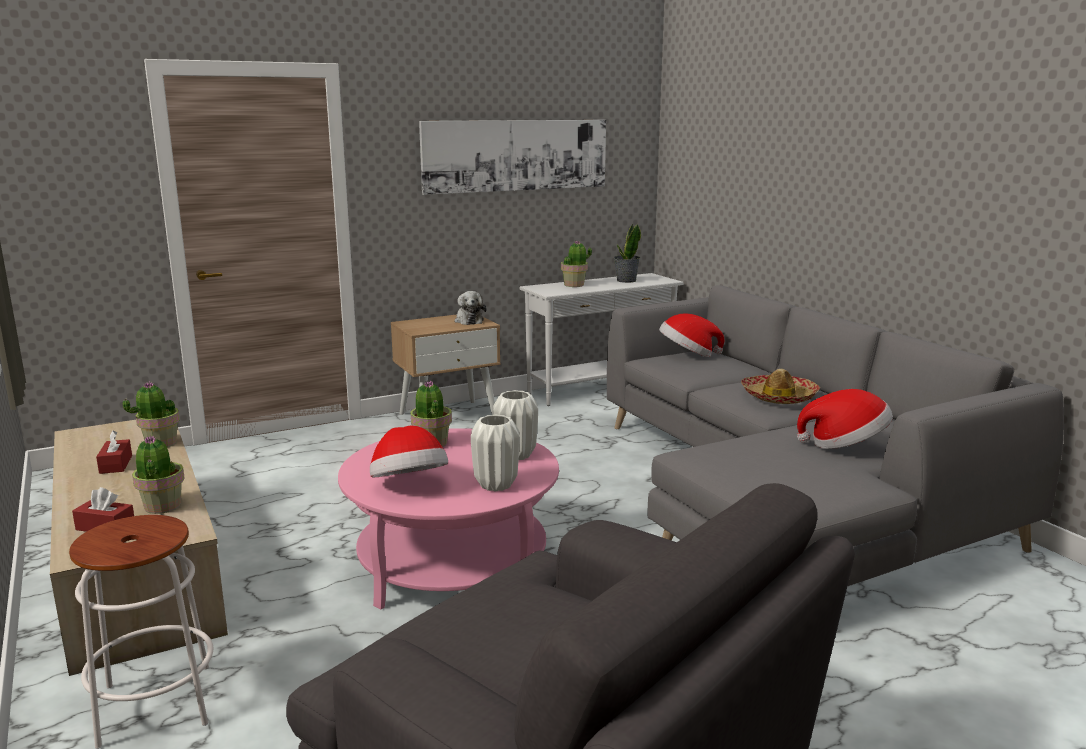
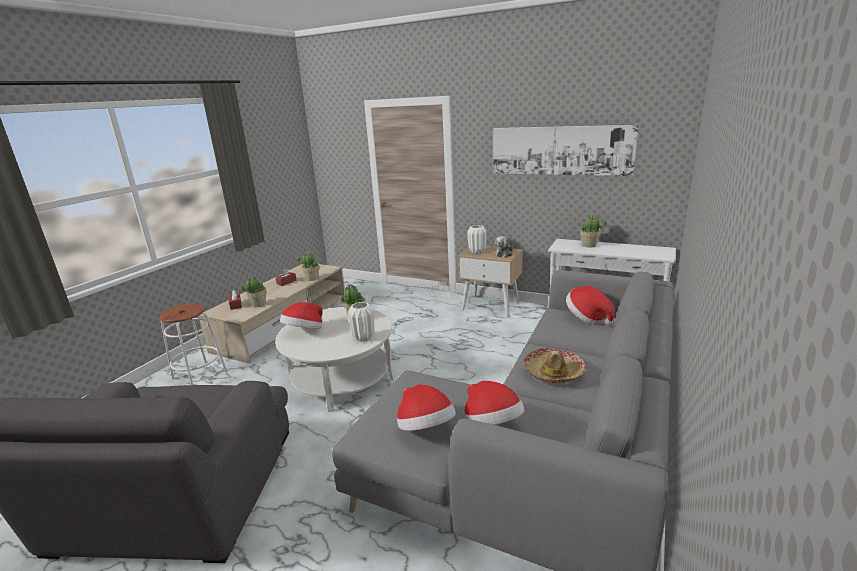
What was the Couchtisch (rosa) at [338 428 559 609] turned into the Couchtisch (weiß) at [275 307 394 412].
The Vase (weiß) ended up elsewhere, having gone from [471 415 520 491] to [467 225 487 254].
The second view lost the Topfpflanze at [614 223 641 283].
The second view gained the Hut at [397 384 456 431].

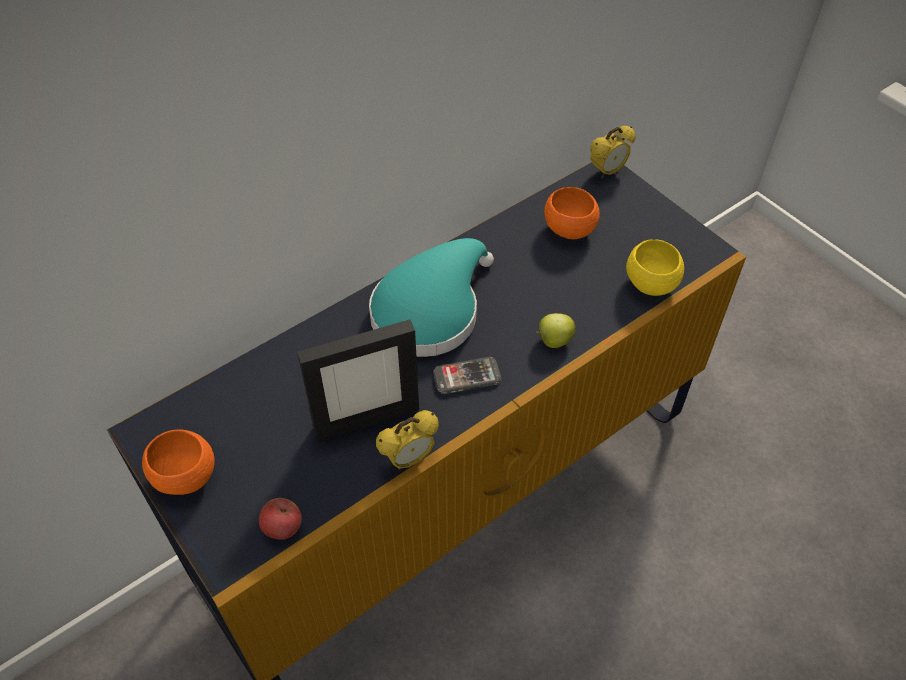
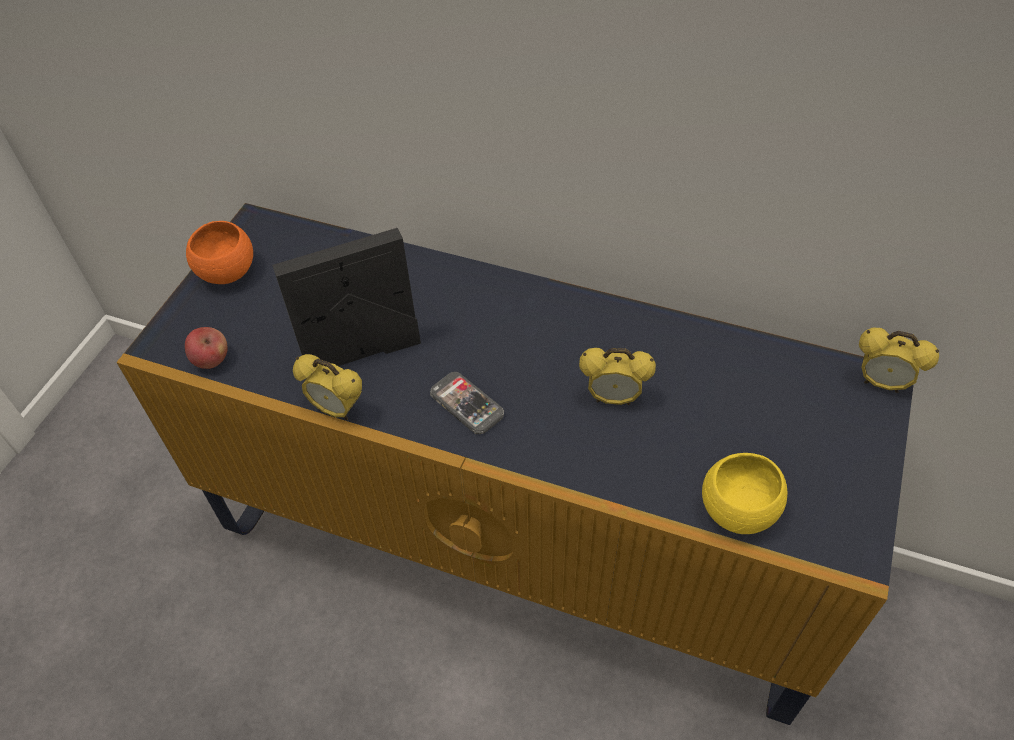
The Bilderrahmen at [297 319 419 442] ended up facing another way, 120 degrees clockwise from before.
The second view lost the Hut (türkis) at [369 238 494 357].
The second view lost the Apfel at [536 313 575 348].
The second view lost the Schüssel (orange) at [544 187 600 239].
The second view gained the Wecker at [579 348 656 405].

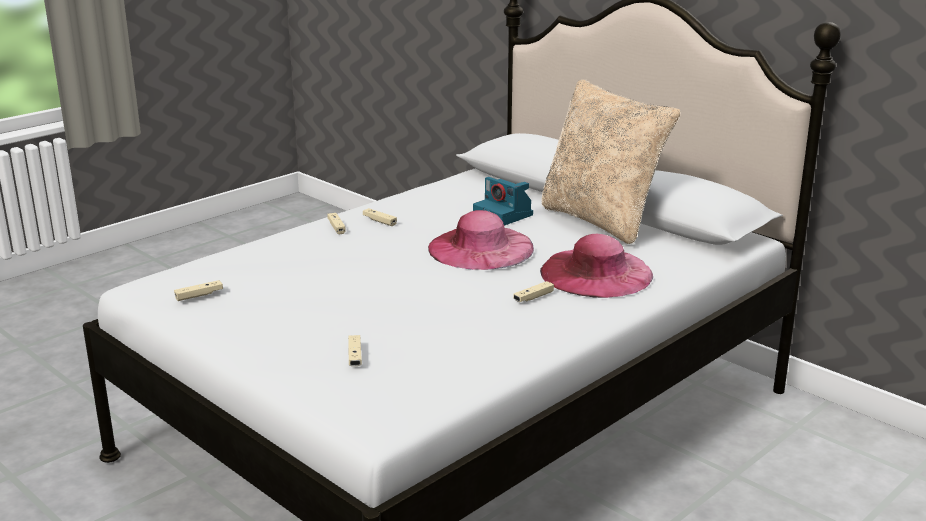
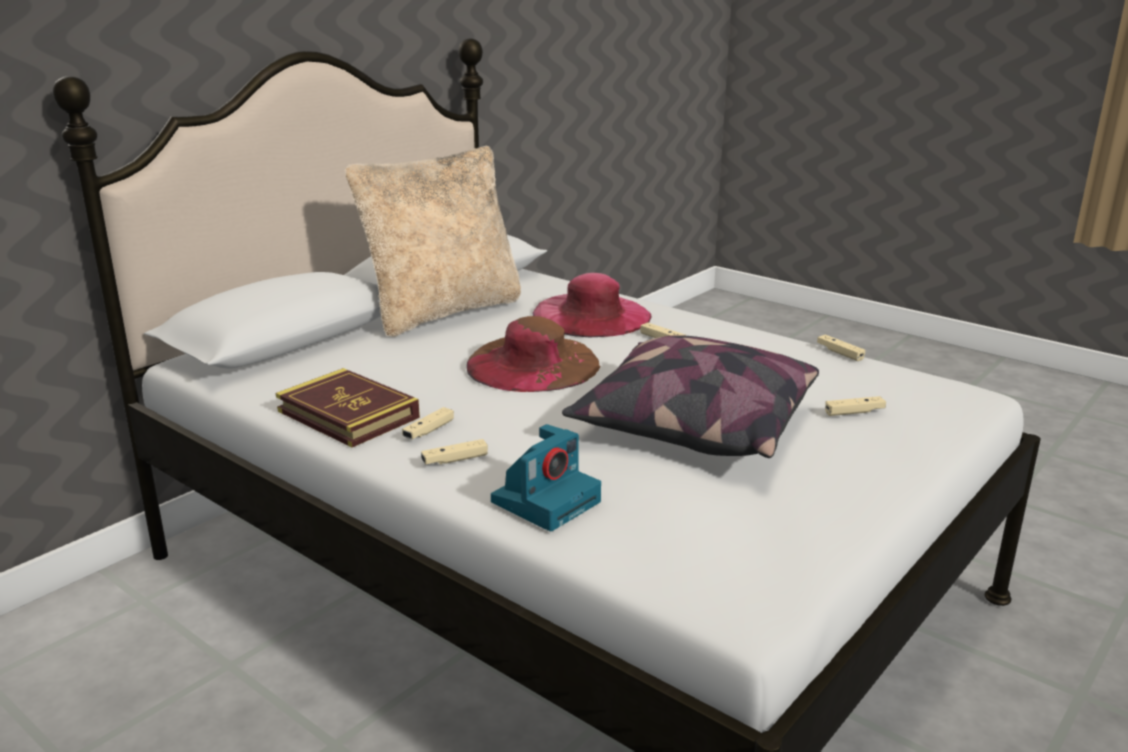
The Gamepad (beige) ended up elsewhere, having gone from [174 280 223 301] to [817 335 865 361].
What was the Hut (rosa) at [428 210 534 270] turned into the Hut (braun) at [467 316 600 392].
The Kamera ended up elsewhere, having gone from [473 177 533 226] to [491 424 601 531].
The second view gained the Buch at [276 368 420 447].
The second view gained the Kissen at [562 335 819 458].

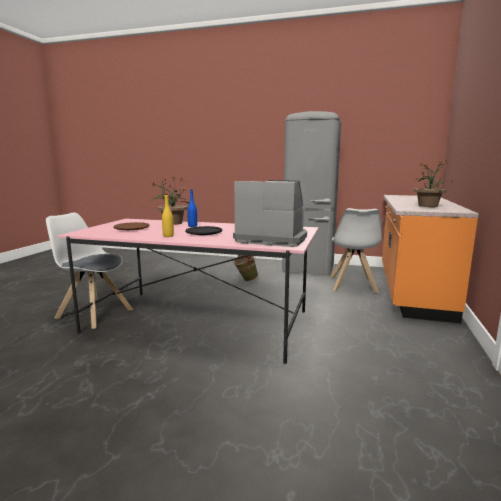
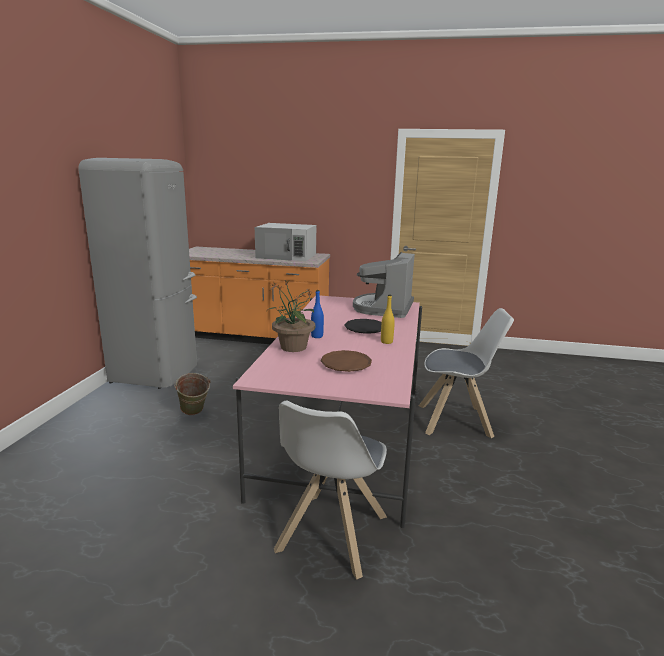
The Stuhl ended up elsewhere, having gone from [330 208 382 293] to [419 308 514 438].
Where the Topfpflanze stood at [414 160 450 207], the Mikrowelle (weiß) came to stand at [255 223 316 261].

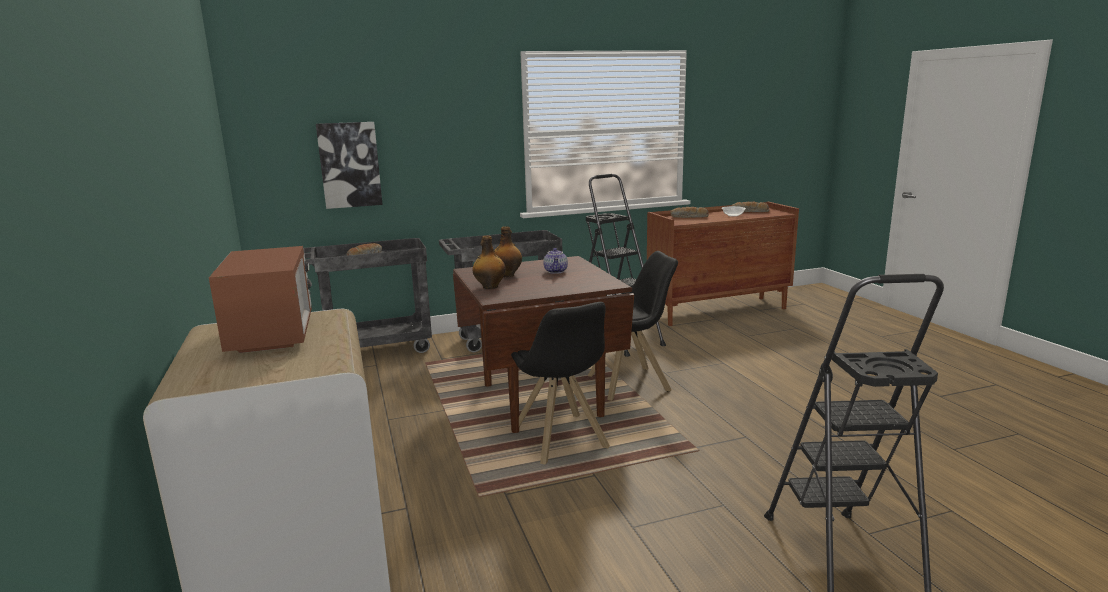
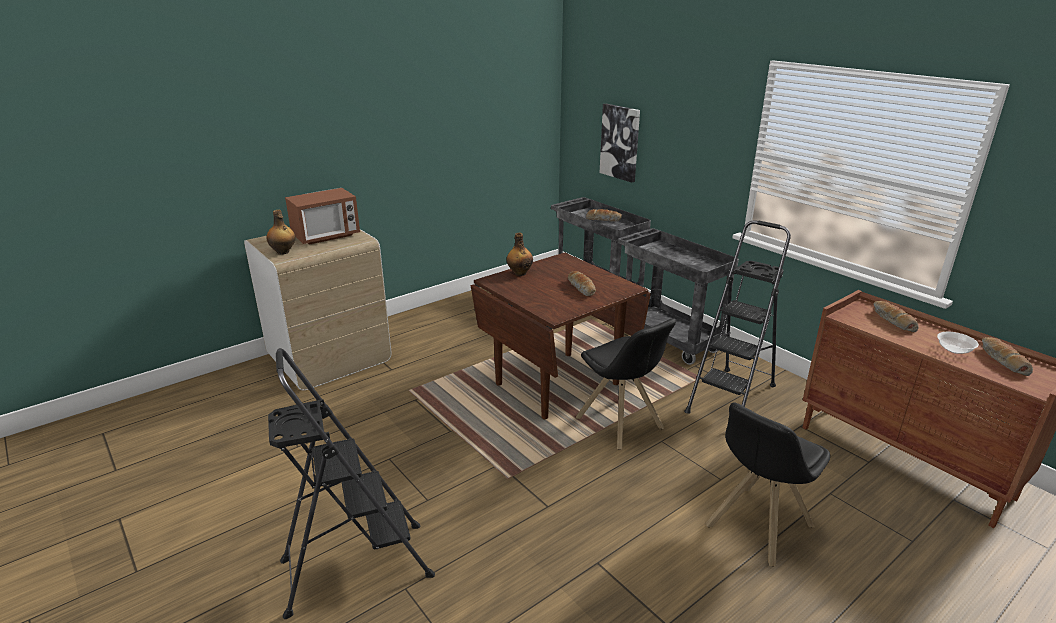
The Flasche ended up elsewhere, having gone from [494 226 522 277] to [266 210 296 255].
The Stuhl (schwarz) ended up elsewhere, having gone from [511 302 610 464] to [706 402 830 567].
Where the Teekanne stood at [543 248 568 274], the Brot came to stand at [568 271 596 296].

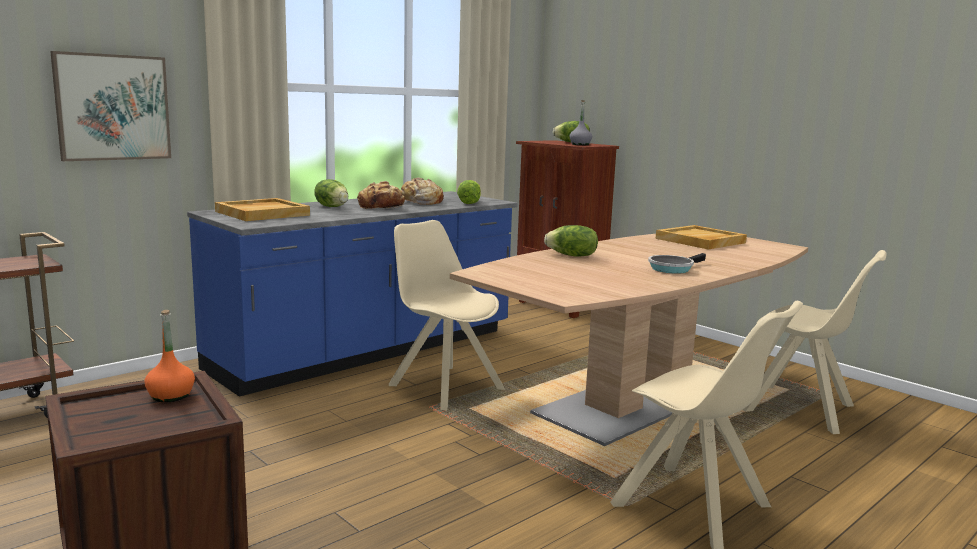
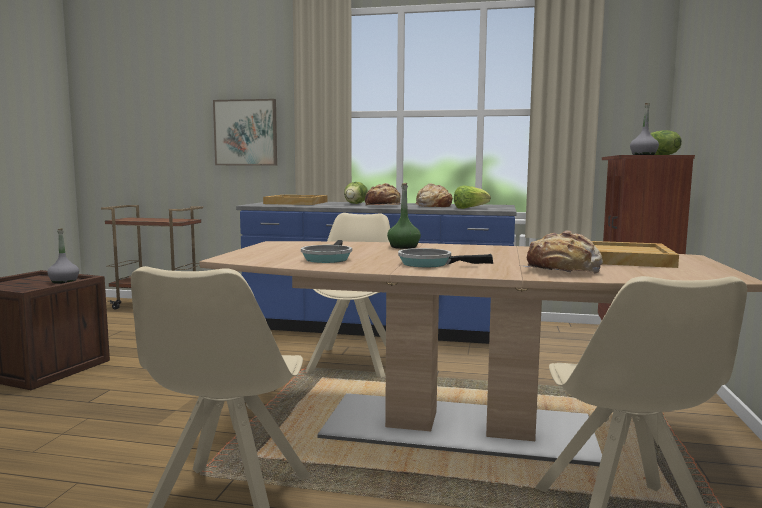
What was the Flasche (orange) at [144 310 195 402] turned into the Flasche (grau) at [47 228 79 284].
Where the Salatkopf stood at [544 225 598 257], the Flasche (grün) came to stand at [387 183 421 249].
The second view gained the Pfanne at [301 240 352 263].
The second view gained the Brot at [522 231 603 273].

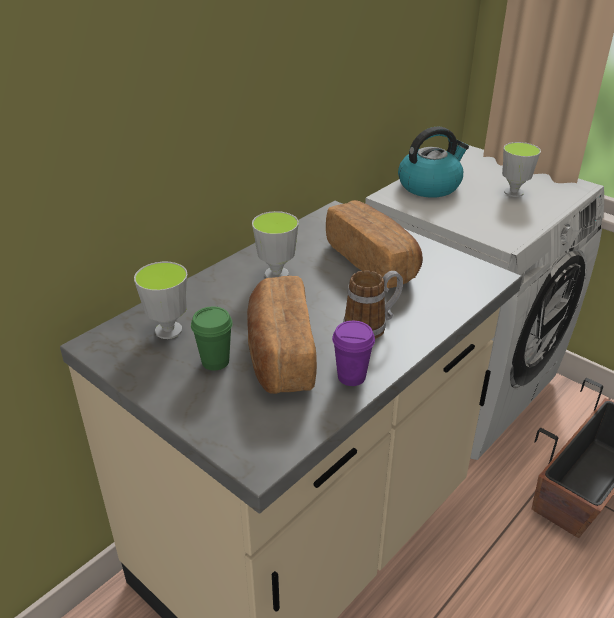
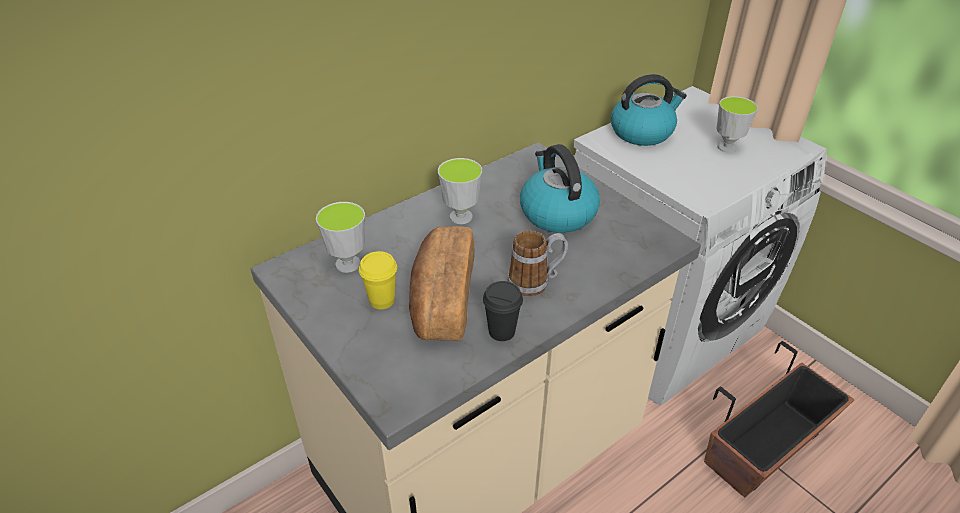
What was the Tasse (grün) at [191 307 233 370] turned into the Tasse (gelb) at [359 251 397 309].
Where the Brot stood at [326 200 423 288], the Wasserkessel came to stand at [520 144 600 233].
What was the Tasse (lila) at [332 321 375 386] turned into the Tasse (schwarz) at [483 281 523 341].

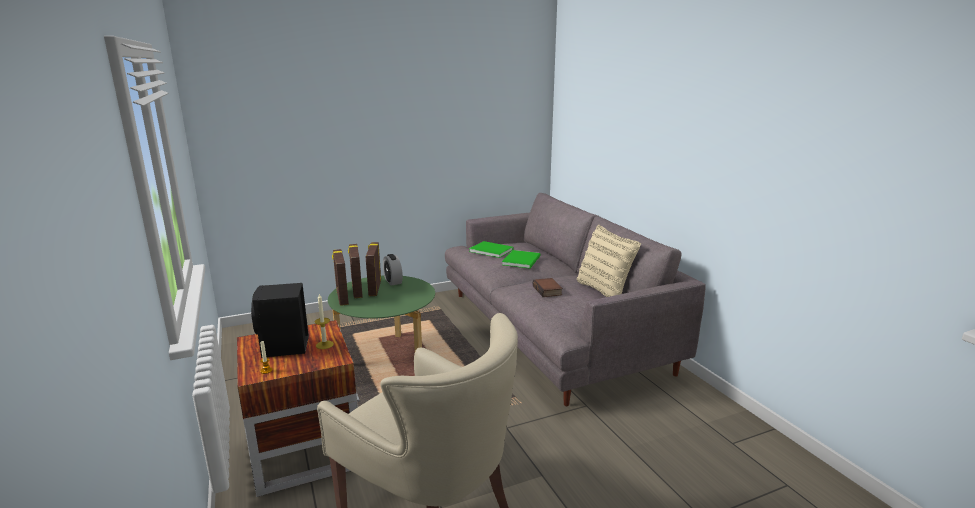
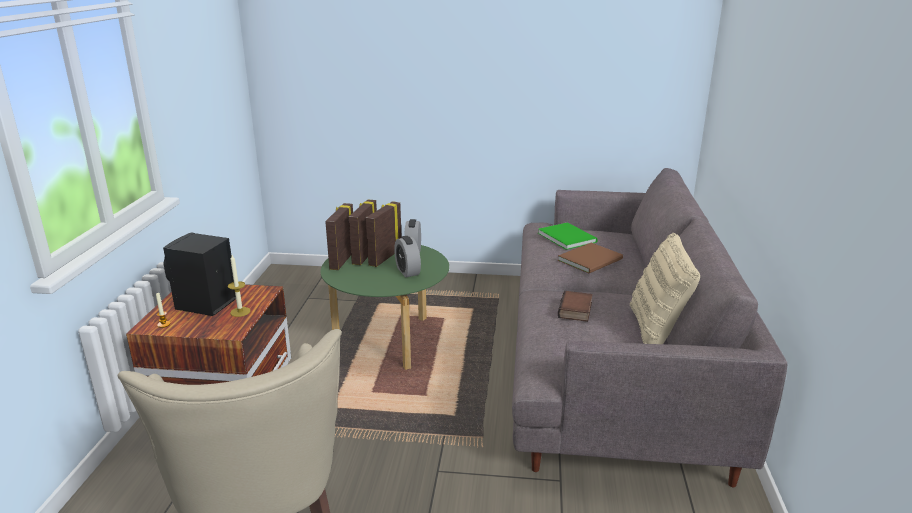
What was the Buch (grün) at [502 250 540 269] turned into the Buch (braun) at [558 243 623 273].
The second view gained the Wecker at [394 236 421 277].

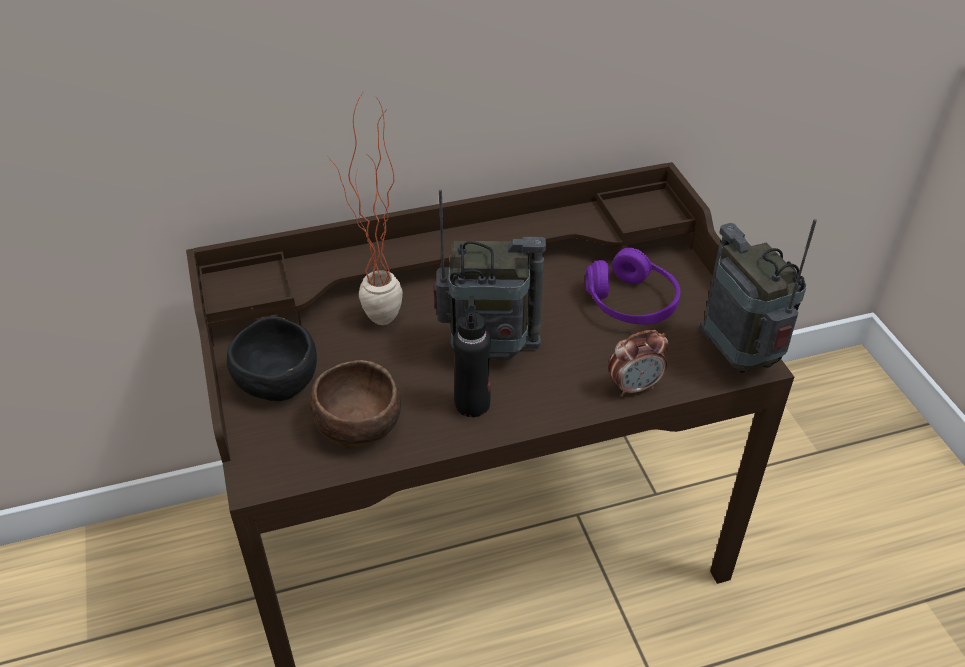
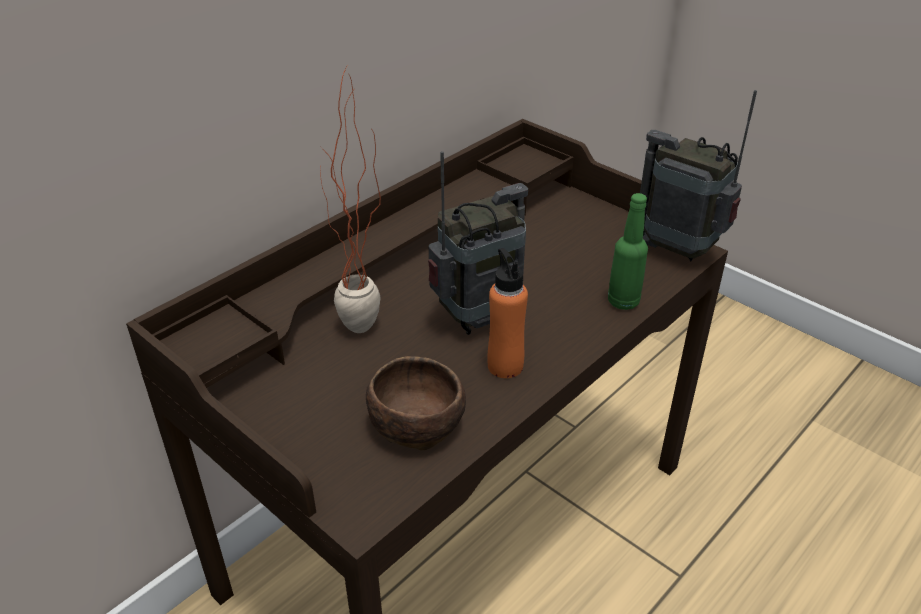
The second view lost the Schüssel (schwarz) at [227 316 317 401].
What was the Flasche (schwarz) at [453 296 491 417] turned into the Flasche (orange) at [487 248 528 378].
The second view lost the Kopfhörer (lila) at [585 248 680 325].
Where the Wecker stood at [608 330 669 397], the Flasche (grün) came to stand at [608 193 648 310].

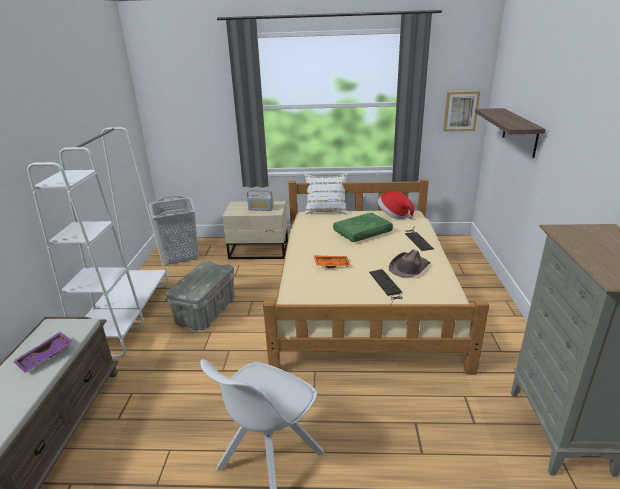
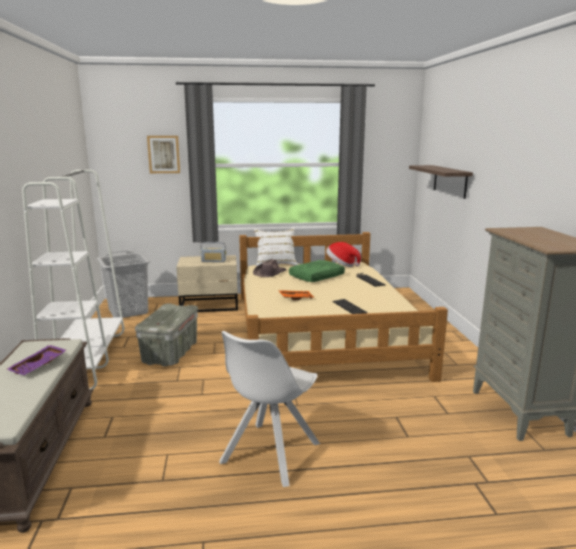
The Hut (braun) ended up elsewhere, having gone from [389 249 430 278] to [253 259 286 277].
The Bild ended up elsewhere, having gone from [443 91 480 132] to [147 136 180 173].

